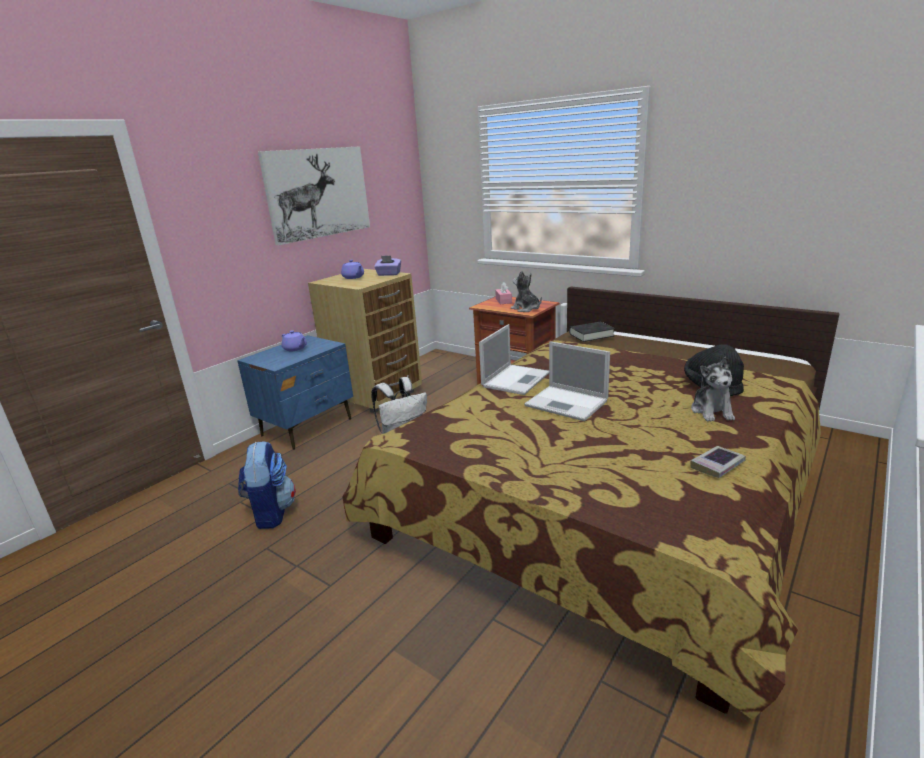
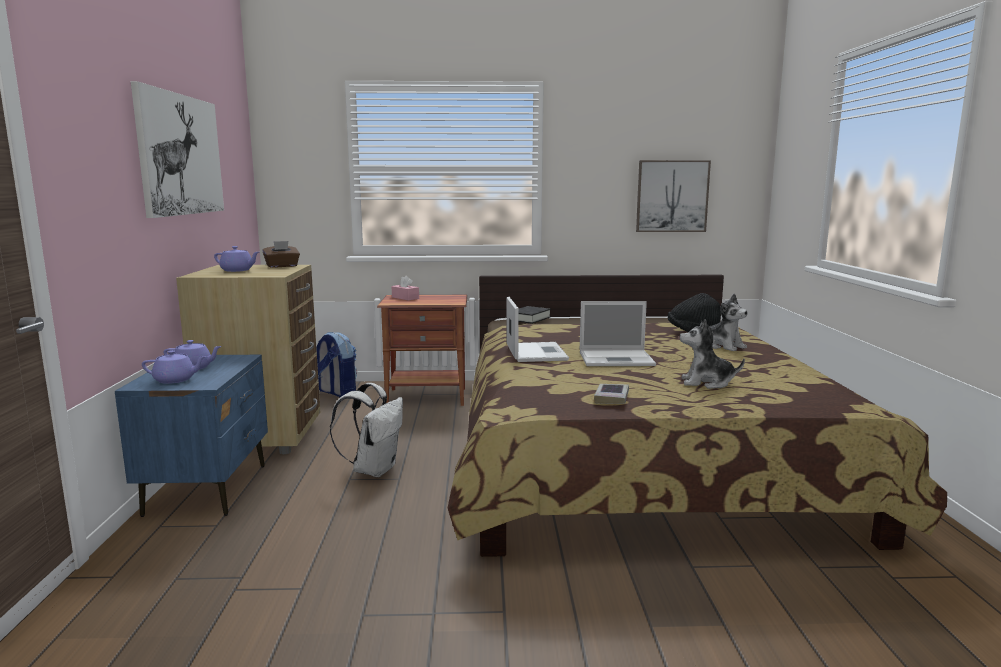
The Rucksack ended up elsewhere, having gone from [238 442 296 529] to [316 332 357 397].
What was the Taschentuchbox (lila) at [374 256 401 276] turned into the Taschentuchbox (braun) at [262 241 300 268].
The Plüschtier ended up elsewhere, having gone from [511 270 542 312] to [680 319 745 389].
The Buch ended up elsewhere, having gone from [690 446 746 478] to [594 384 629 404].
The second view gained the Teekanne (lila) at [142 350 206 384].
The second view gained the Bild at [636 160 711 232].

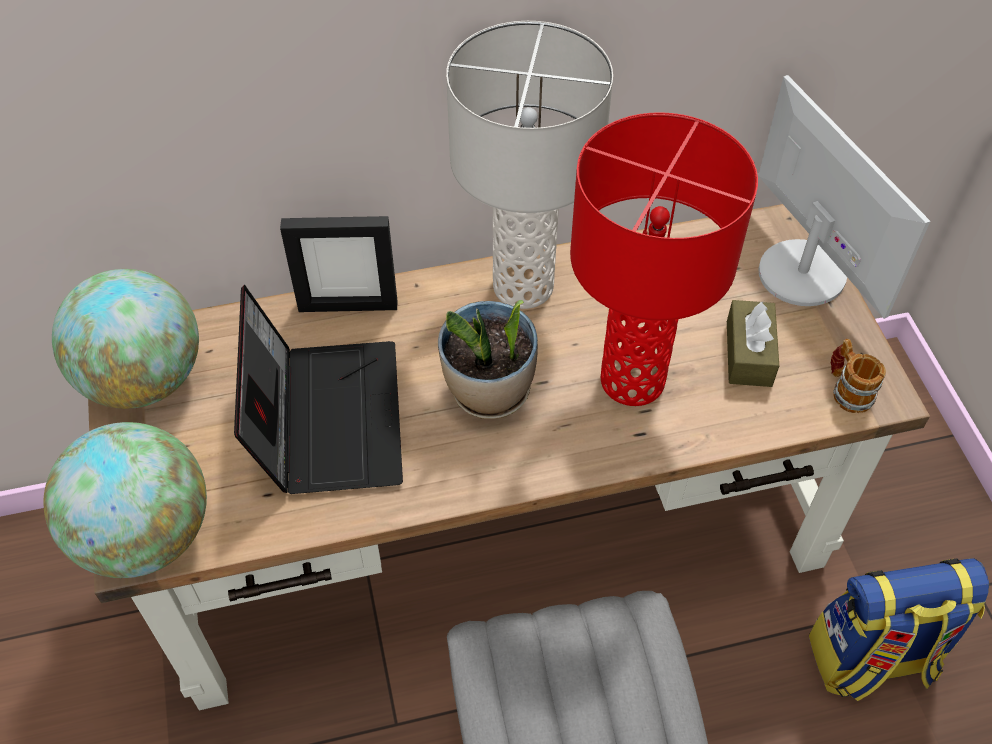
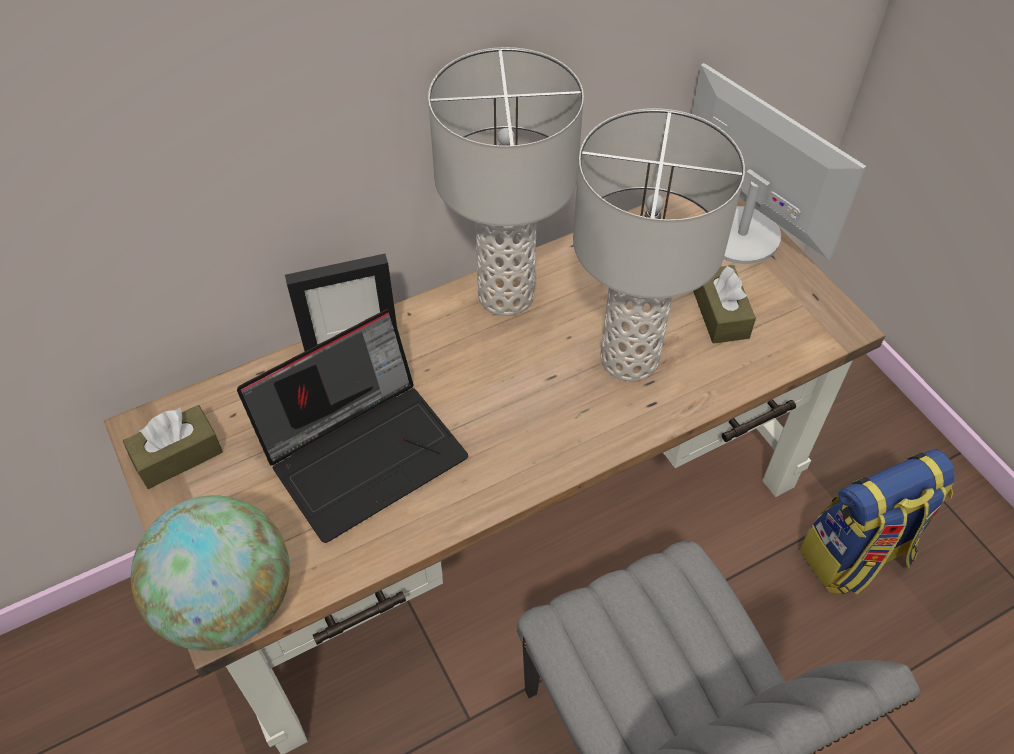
Where the Globus stood at [52 269 199 409], the Taschentuchbox (braun) came to stand at [123 405 223 489].
The Laptop at [234 285 403 494] ended up facing another way, 75 degrees clockwise from before.
The second view lost the Topfpflanze at [438 300 538 419].
What was the Tischlampe (rot) at [570 112 758 406] turned into the Tischlampe (weiß) at [573 108 745 381].
The second view lost the Henkelbecher at [830 339 886 413].

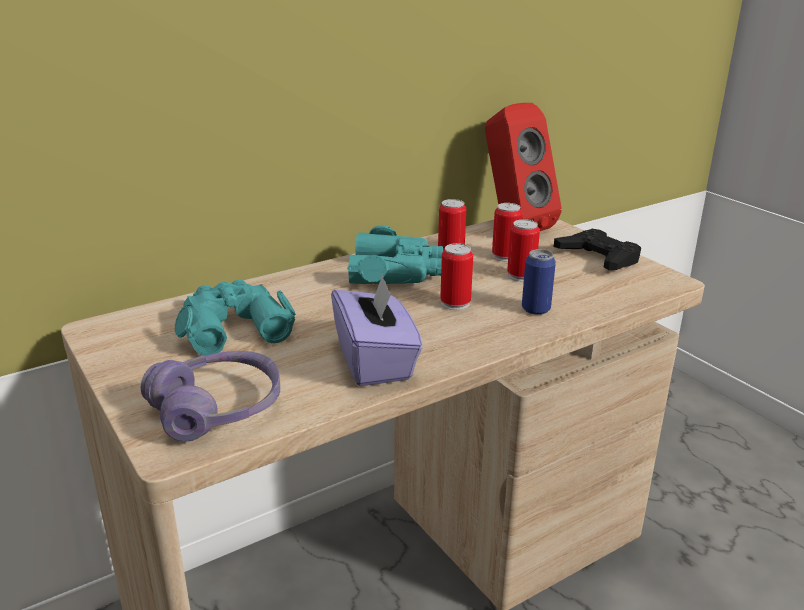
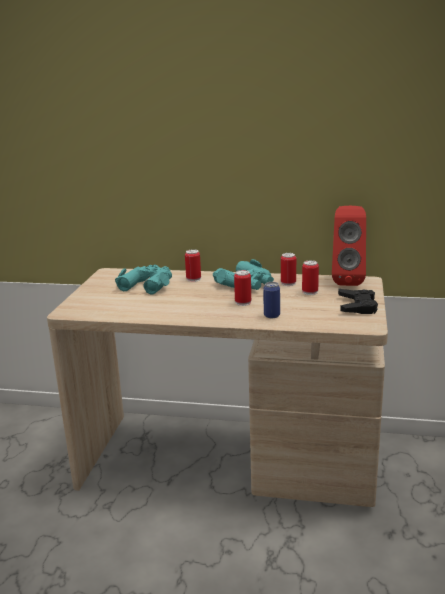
The second view lost the Kopfhörer (lila) at [141 351 280 441].
The second view lost the Taschentuchbox (lila) at [331 275 423 386].
The Dose ended up elsewhere, having gone from [507 219 540 282] to [185 249 201 282].

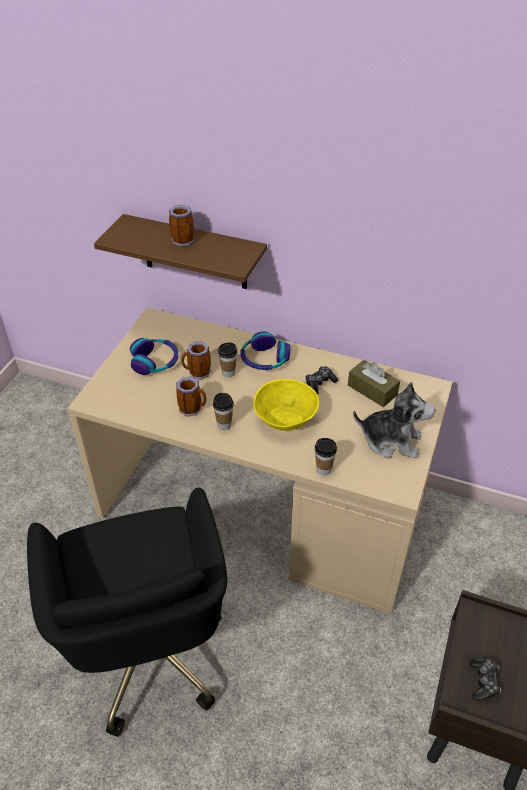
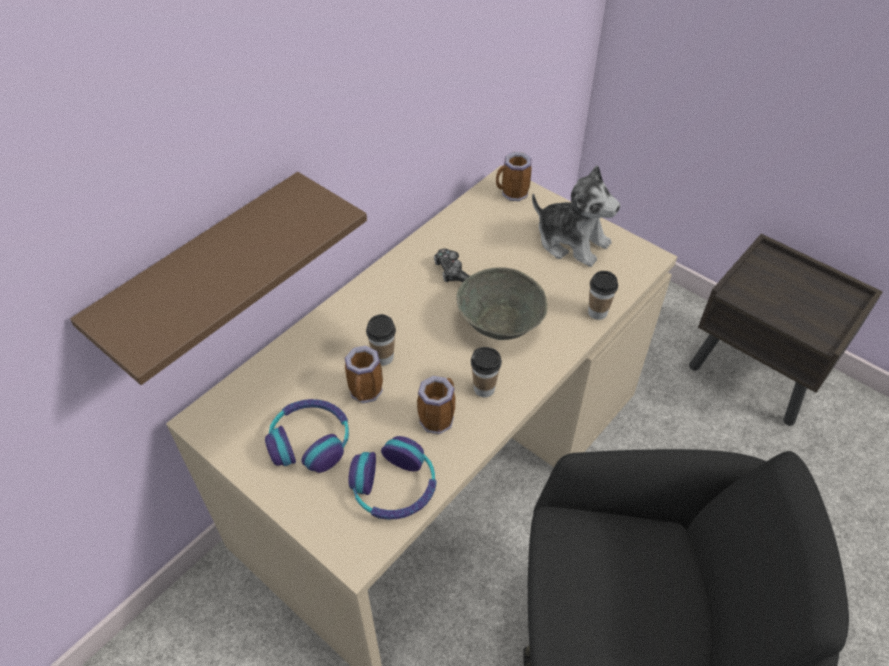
The Henkelbecher ended up elsewhere, having gone from [169 205 194 247] to [496 152 532 201].
The Kopfhörer ended up elsewhere, having gone from [240 331 290 370] to [348 436 437 519].
What was the Schüssel (gelb) at [253 379 319 431] turned into the Schüssel (grau) at [456 267 547 340].
The second view lost the Taschentuchbox (braun) at [348 360 400 407].
The Plüschtier at [353 382 435 459] ended up facing another way, 90 degrees clockwise from before.
The second view lost the Gamepad at [470 659 501 701].

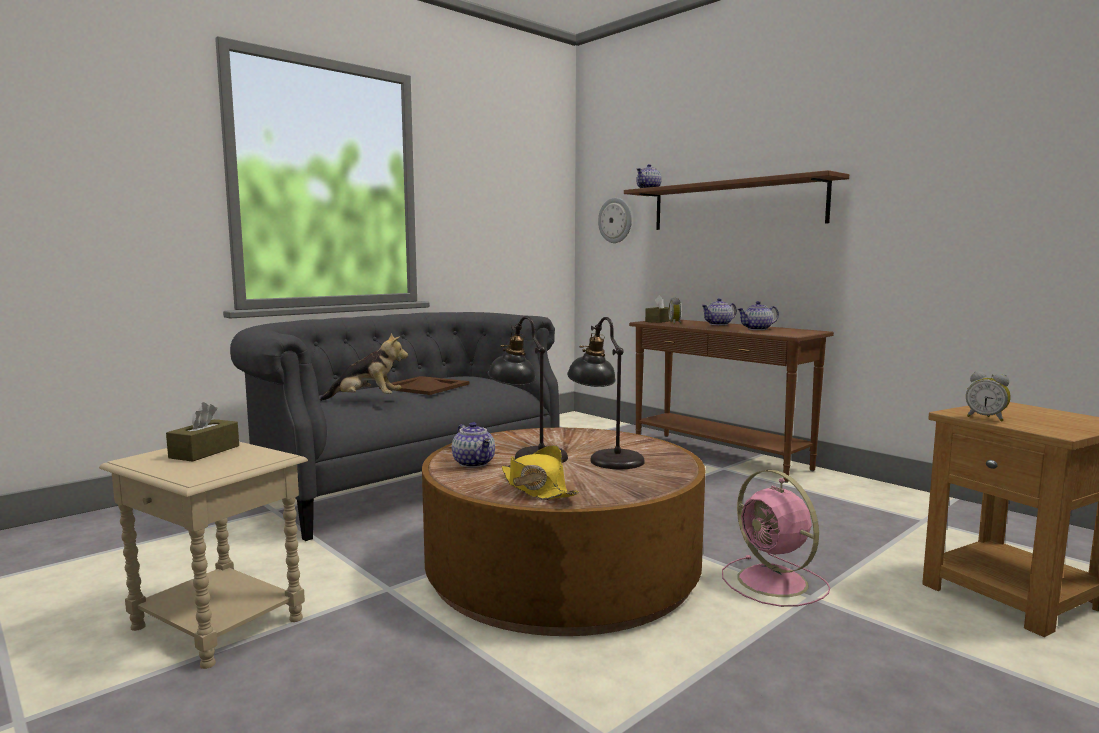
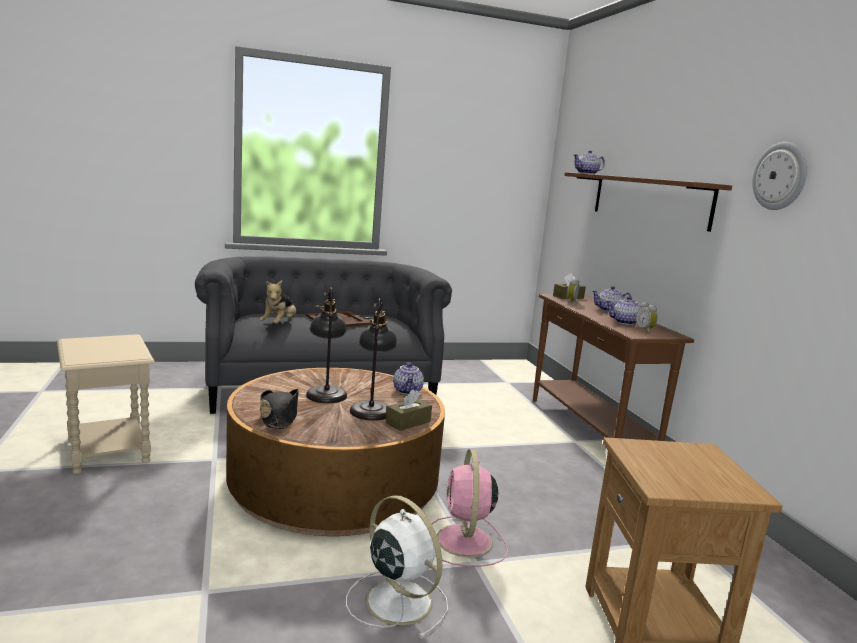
The Taschentuchbox (braun) ended up elsewhere, having gone from [166 402 239 462] to [386 389 432 431].
The Plüschtier at [320 333 408 401] ended up facing another way, 75 degrees clockwise from before.
The Teekanne ended up elsewhere, having gone from [452 422 495 468] to [393 362 424 395].
What was the Hut (gelb) at [502 445 579 500] turned into the Hut (schwarz) at [260 389 299 429].
The Wanduhr ended up elsewhere, having gone from [598 198 632 243] to [752 142 807 210].
The Wecker ended up elsewhere, having gone from [966 371 1011 422] to [636 302 658 333].
The second view gained the Ventilator (weiß) at [346 495 448 639].

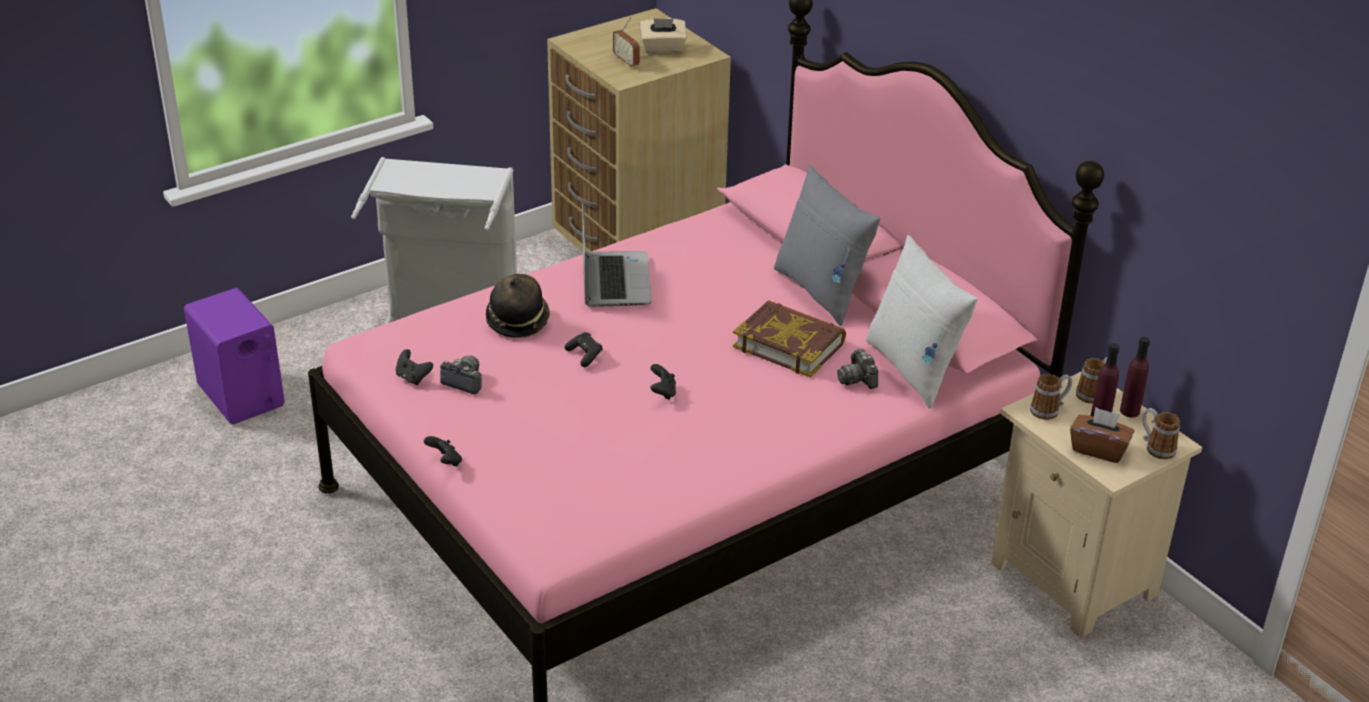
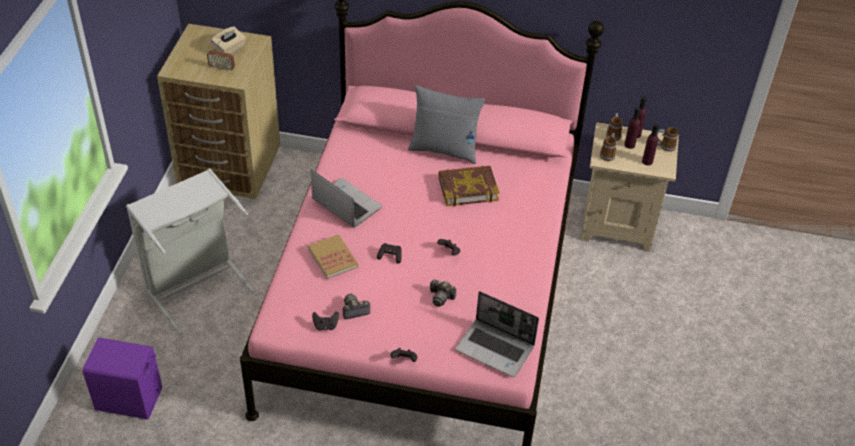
Where the Hut stood at [486 274 550 338], the Buch came to stand at [308 235 358 279].
The Kamera ended up elsewhere, having gone from [837 349 878 389] to [430 279 456 307].
The second view lost the Kissen (grau) at [866 235 978 408].
Where the Taschentuchbox (braun) stood at [1070 407 1134 463], the Flasche (lila) came to stand at [642 123 659 165].
The second view gained the Laptop at [455 291 539 377].

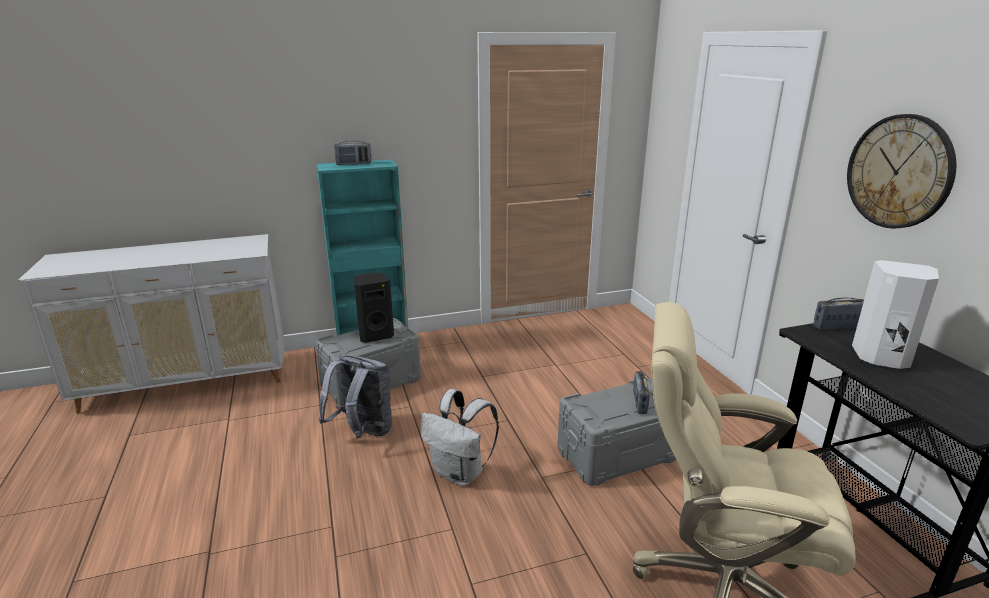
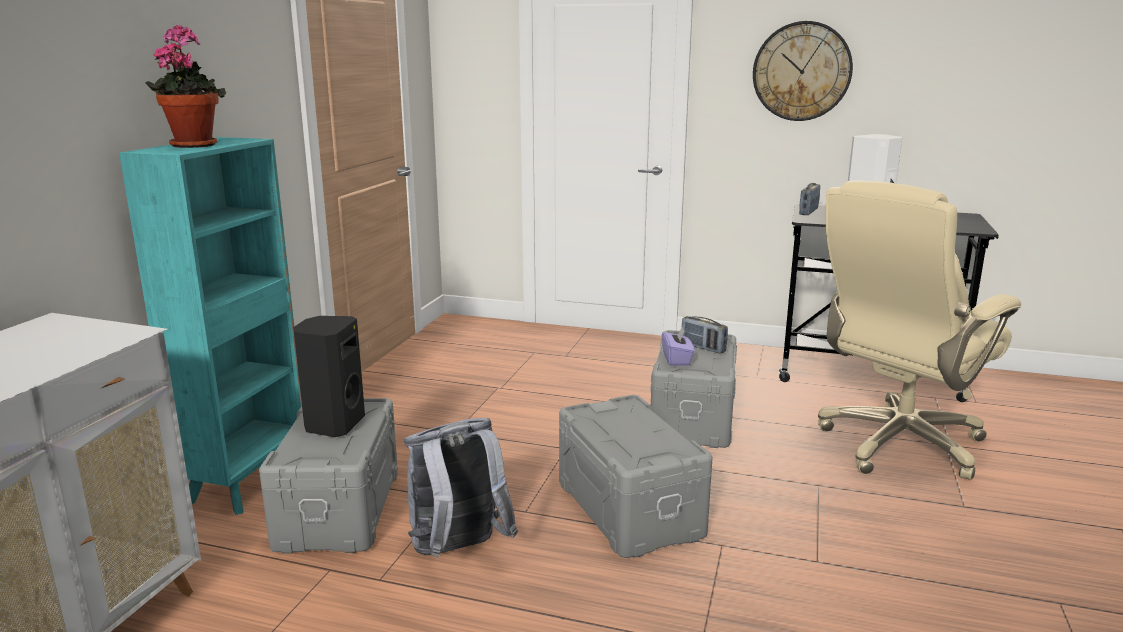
Where the Radio stood at [334 141 371 165], the Topfpflanze came to stand at [146 24 226 148].
Where the Rucksack (weiß) stood at [421 389 499 486], the Aufbewahrungsbox (grau) came to stand at [559 395 713 558].
The second view gained the Taschentuchbox (lila) at [662 327 695 366].

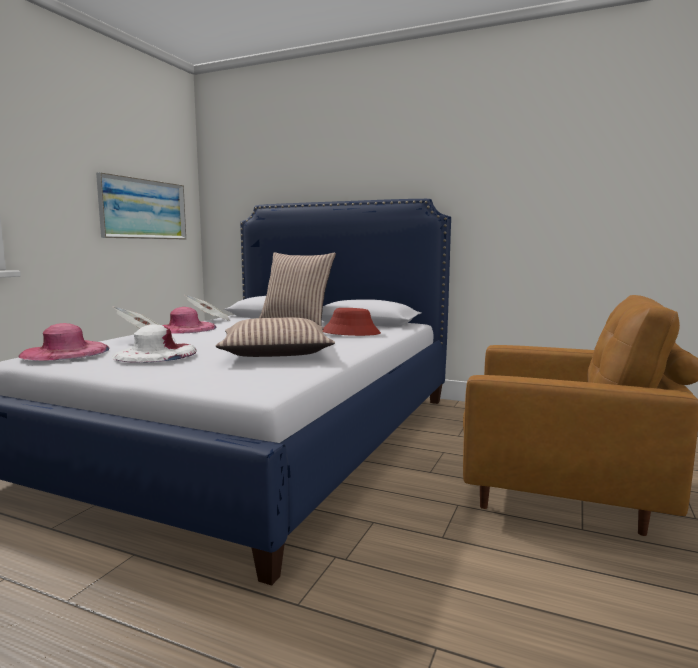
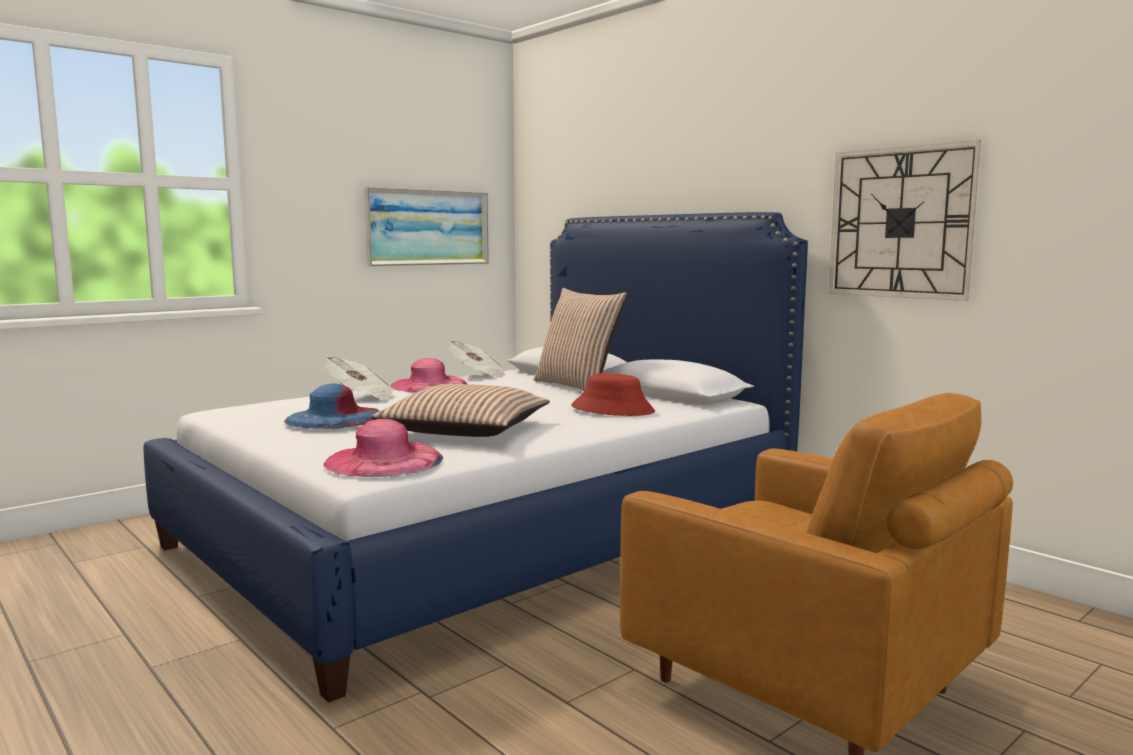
The Hut (rosa) ended up elsewhere, having gone from [18 323 109 360] to [324 419 443 477].
What was the Hut (weiß) at [112 324 196 363] turned into the Hut (blau) at [284 383 379 429].
The second view gained the Wanduhr at [828 140 984 301].

